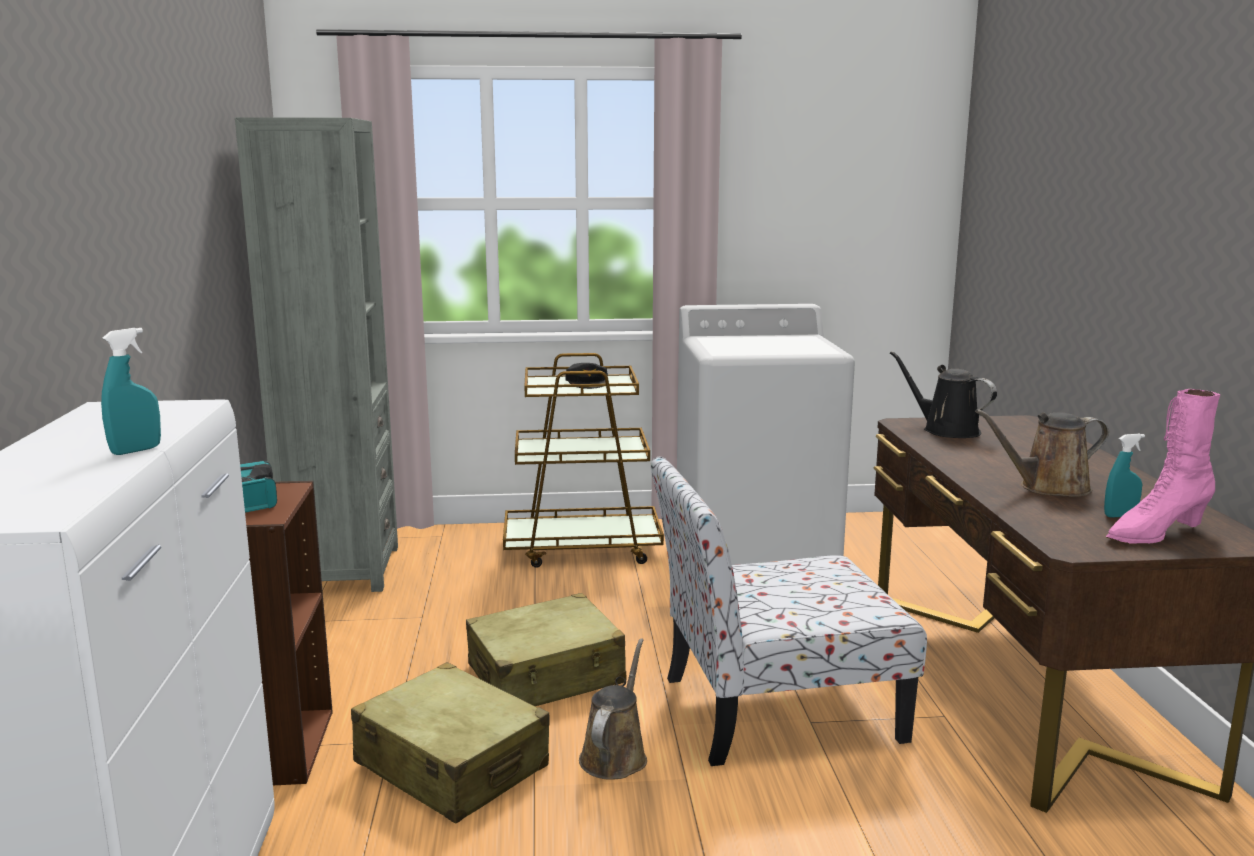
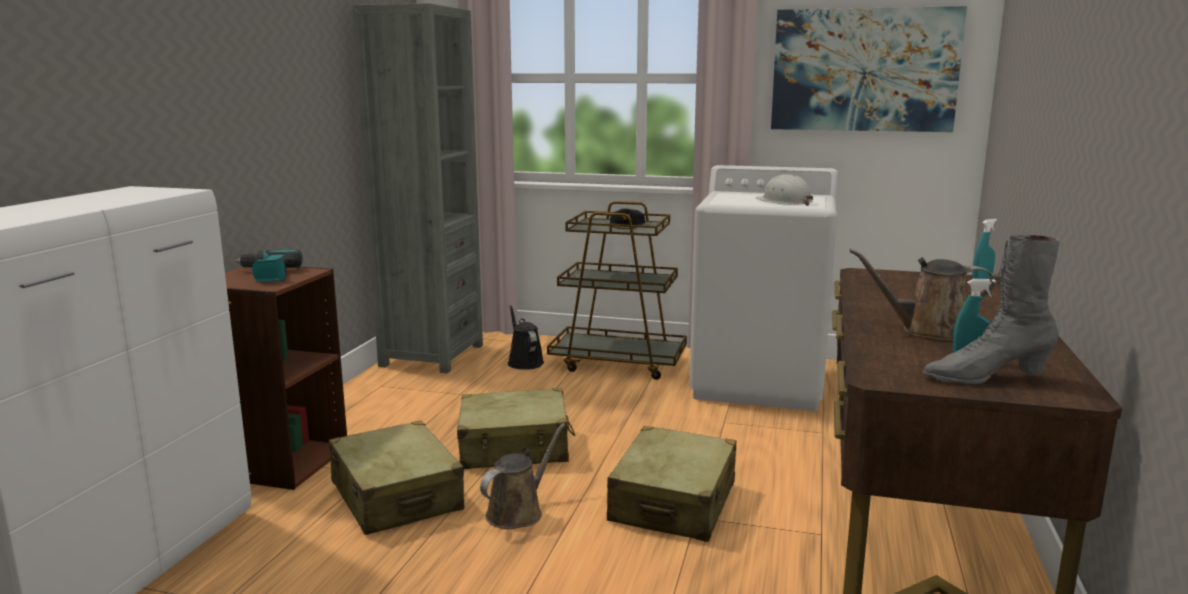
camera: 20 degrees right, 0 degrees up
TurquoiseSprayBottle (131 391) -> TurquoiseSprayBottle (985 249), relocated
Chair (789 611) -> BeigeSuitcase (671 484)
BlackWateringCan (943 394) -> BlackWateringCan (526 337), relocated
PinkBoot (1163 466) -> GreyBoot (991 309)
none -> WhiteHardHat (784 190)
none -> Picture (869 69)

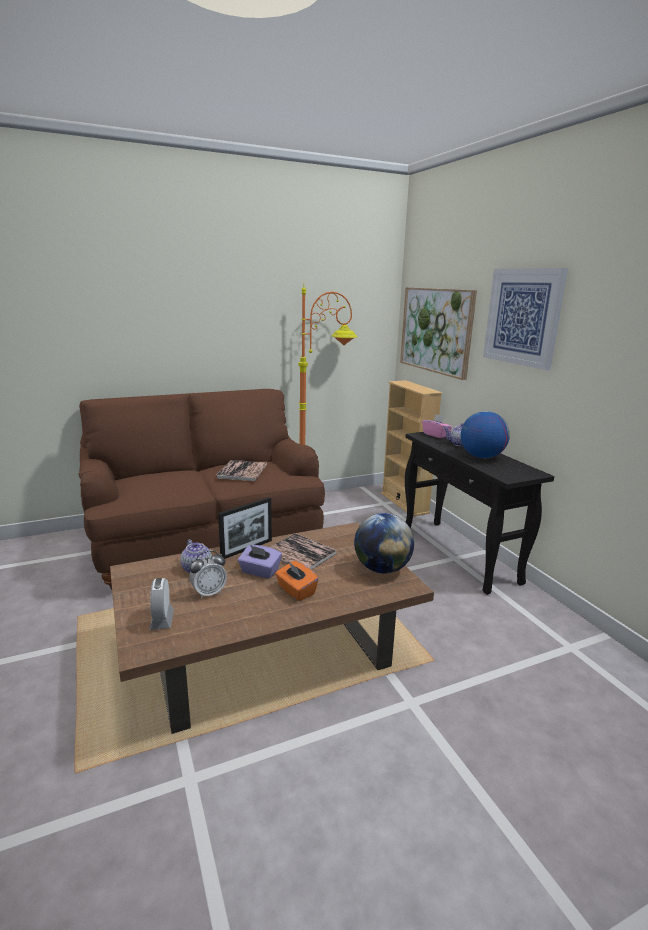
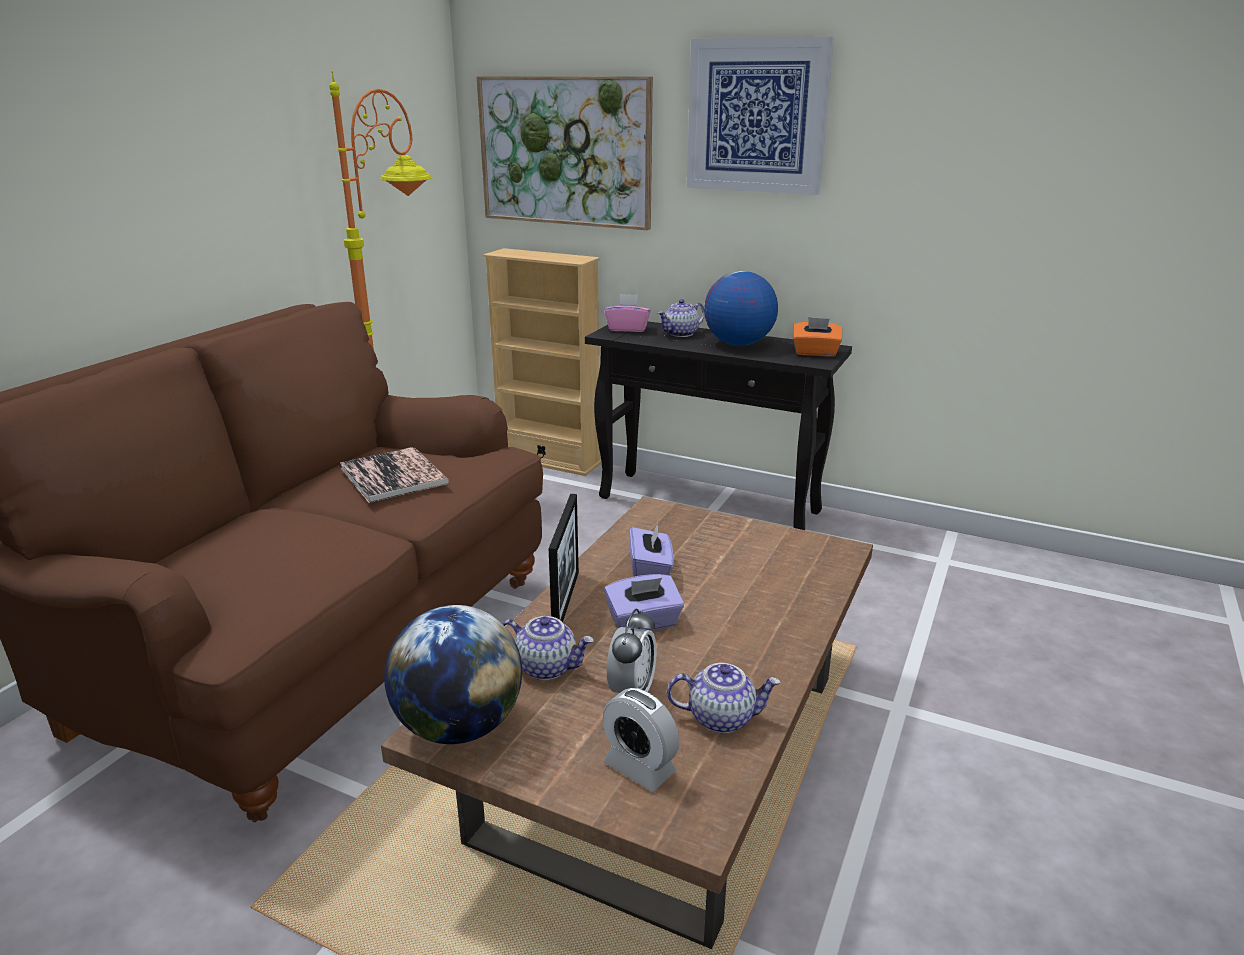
camera: 40 degrees left, 5 degrees up
Book (303 551) -> PurpleTissueBox (651 550)
OrangeTissueBox (297 581) -> OrangeTissueBox (817 337), relocated
Globe (384 543) -> Globe (453 674), relocated
none -> Teapot (723 698)

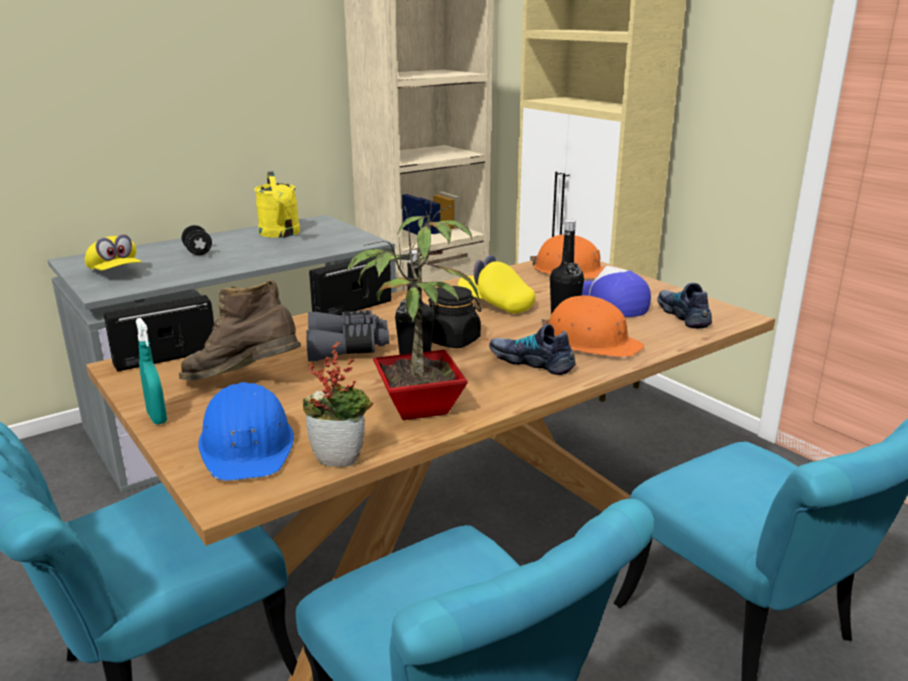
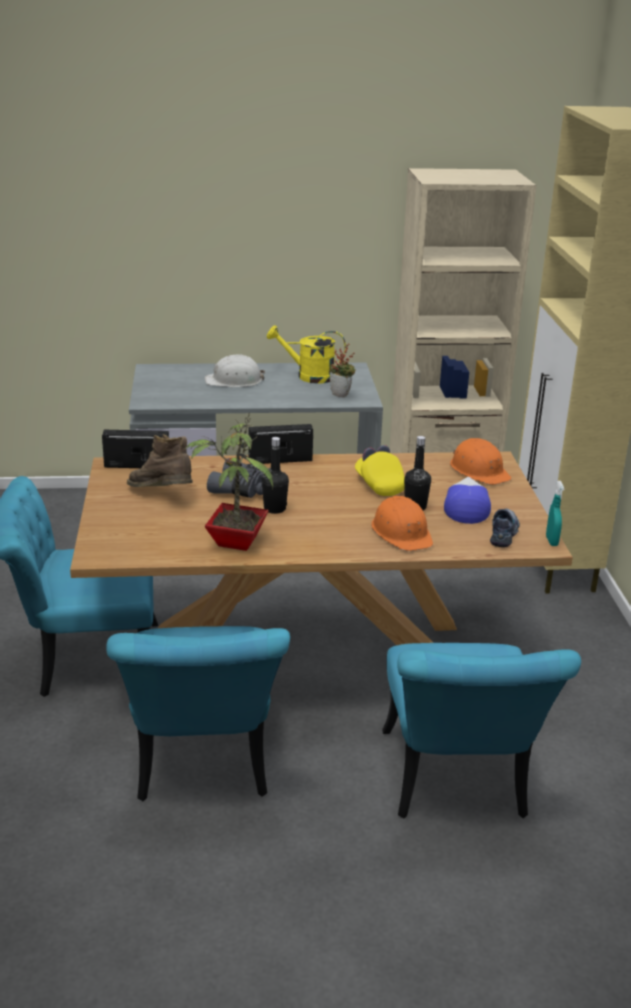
camera: 30 degrees right, 5 degrees up
YellowCap (113 252) -> none
TurquoiseSprayBottle (151 371) -> TurquoiseSprayBottle (555 513), relocated
BlackDumbbell (197 240) -> WhiteHardHat (235 370)
BlueHardHat (246 431) -> none
YellowWateringCan (277 205) -> YellowWateringCan (306 354), 90 degrees clockwise
PottedPlant (338 404) -> PottedPlant (342 370), relocated
BlackJar (454 317) -> none
Shoe (532 349) -> none

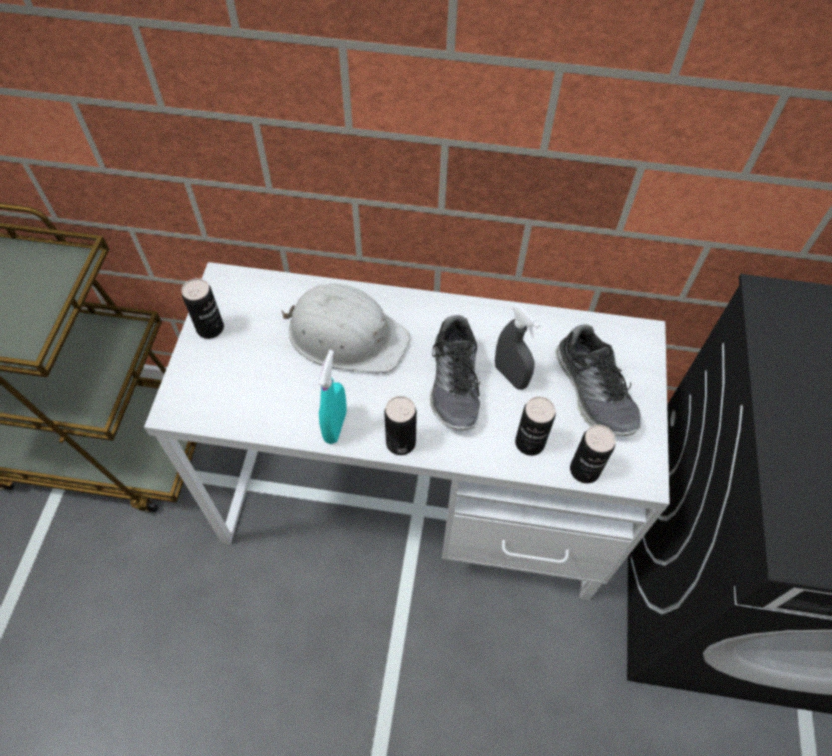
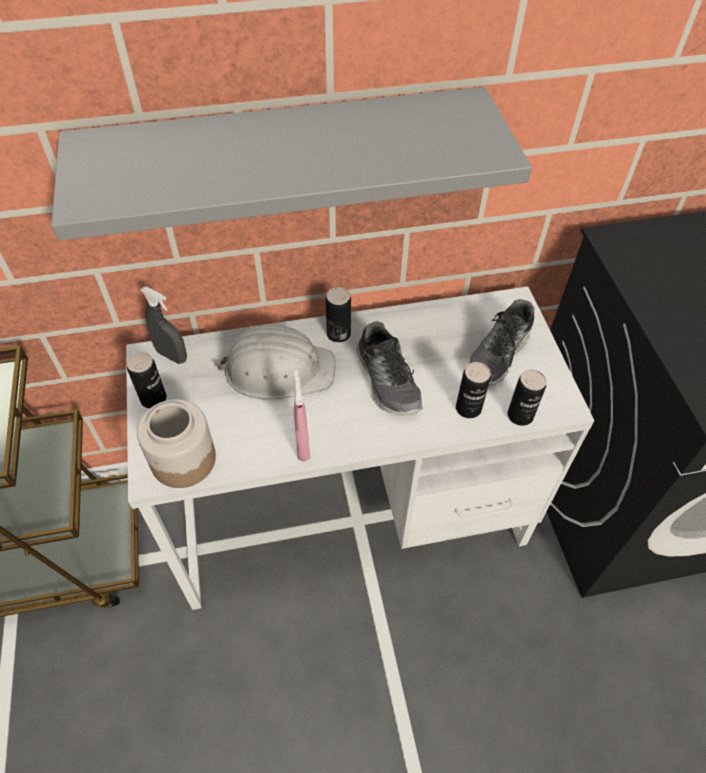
camera: 20 degrees left, 5 degrees down
TurquoiseSprayBottle (332 397) -> PinkSprayBottle (301 416)
Can (400 425) -> Can (338 314), relocated
GreySprayBottle (517 347) -> GreySprayBottle (164 325), relocated
Shoe (598 380) -> Shoe (501 342), 75 degrees clockwise
none -> GreyShelf (291 164)
none -> Jar (176 443)

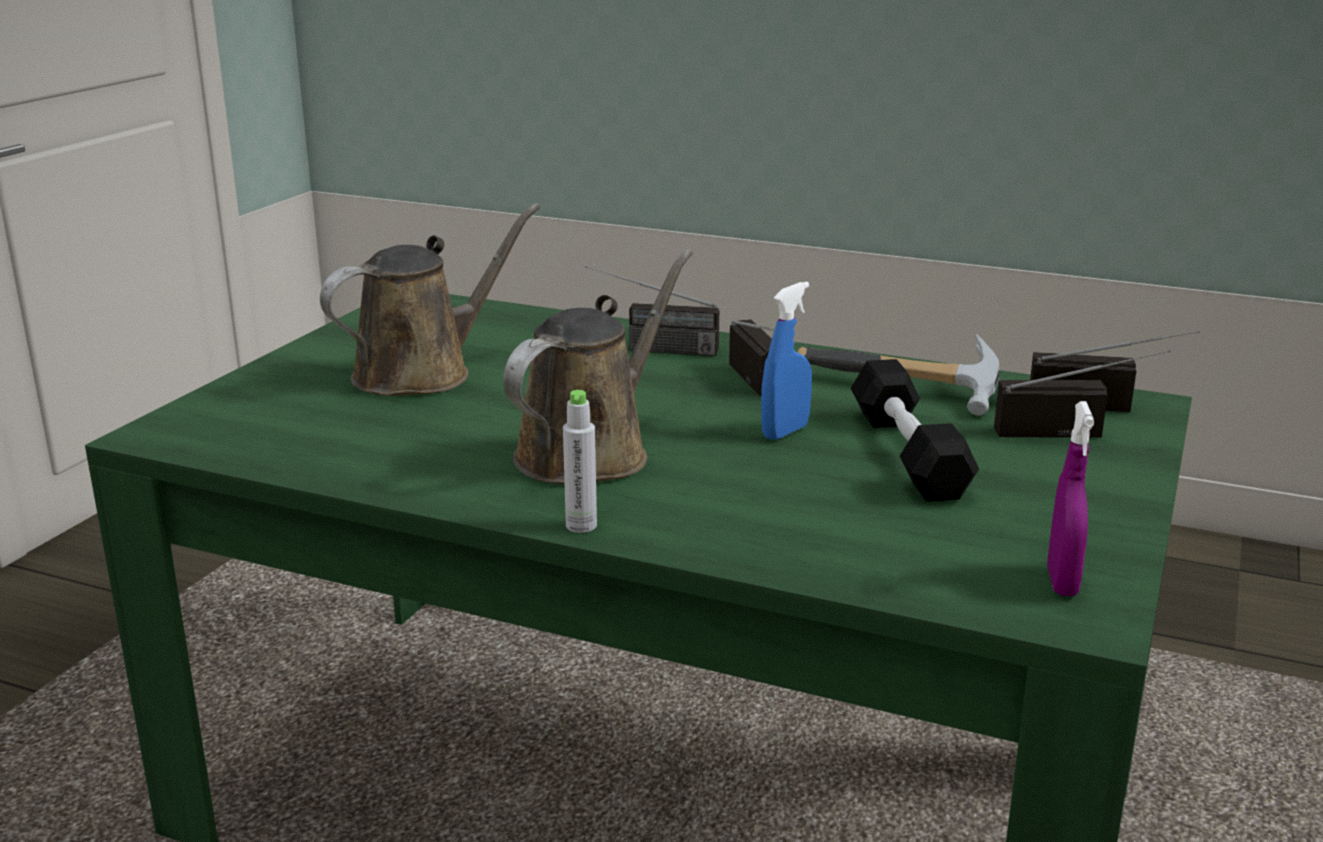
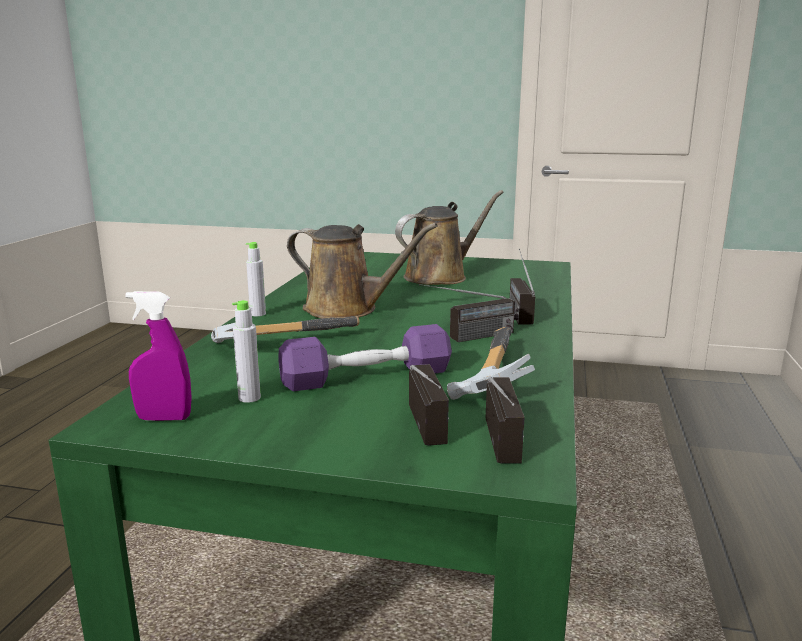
camera: 80 degrees right, 5 degrees down
BrownWateringCan (430 299) -> BrownWateringCan (449 237), 75 degrees counterclockwise
BlueSprayBottle (786 360) -> none
BlackDumbbell (915 430) -> PurpleDumbbell (365 357)
none -> Hammer (285 329)
none -> GreyBottle (246 351)

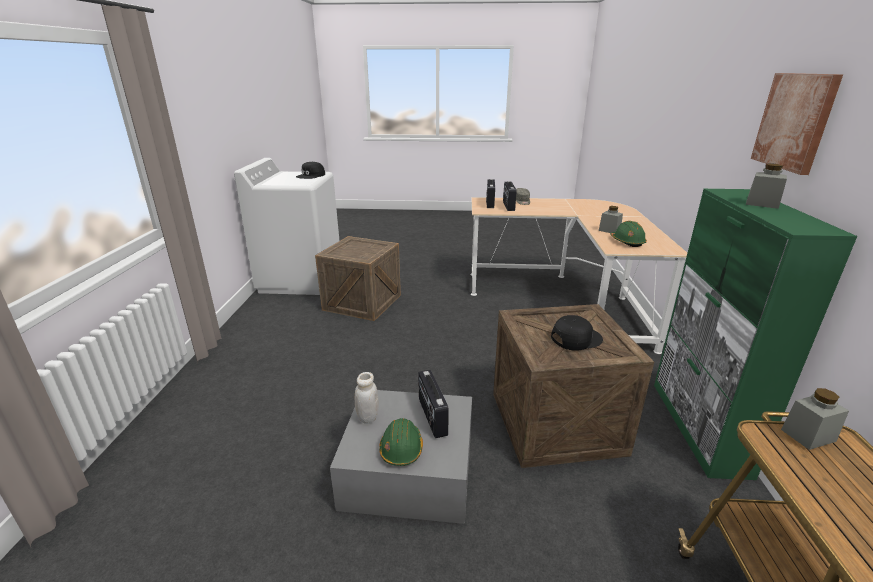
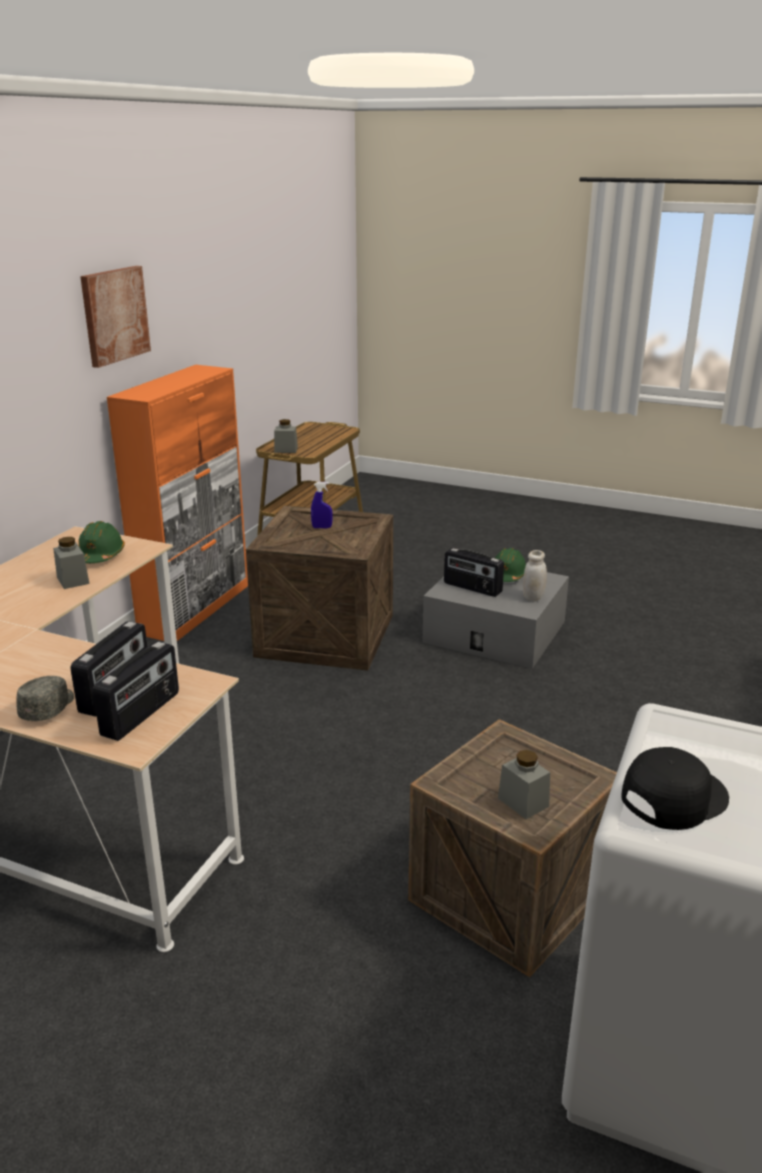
camera: 160 degrees left, 0 degrees up
Radio (433 404) -> Radio (474 572), 120 degrees clockwise
BlackCap (577 333) -> BlueSprayBottle (322 505)
GreenCabinet (756 334) -> OrangeCabinet (177 503)
GreyJar (766 186) -> GreyJar (524 784), relocated

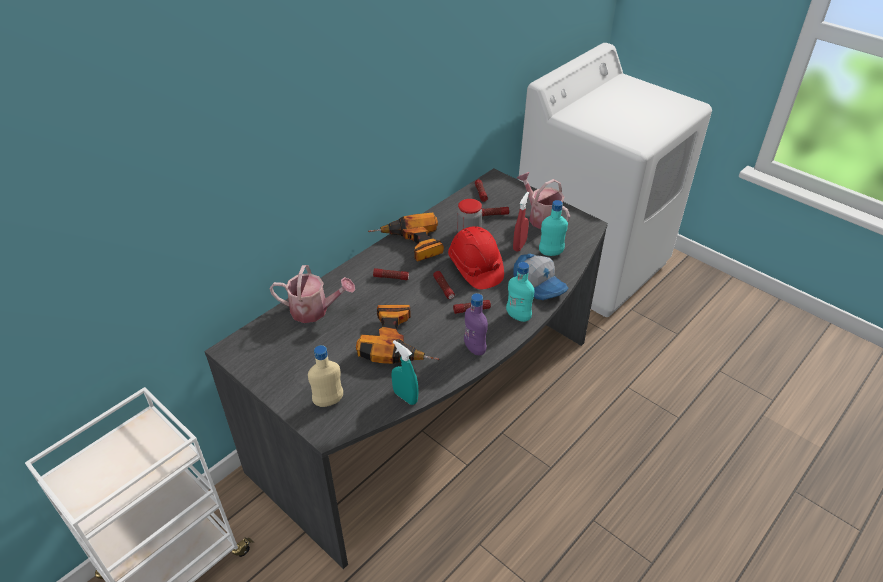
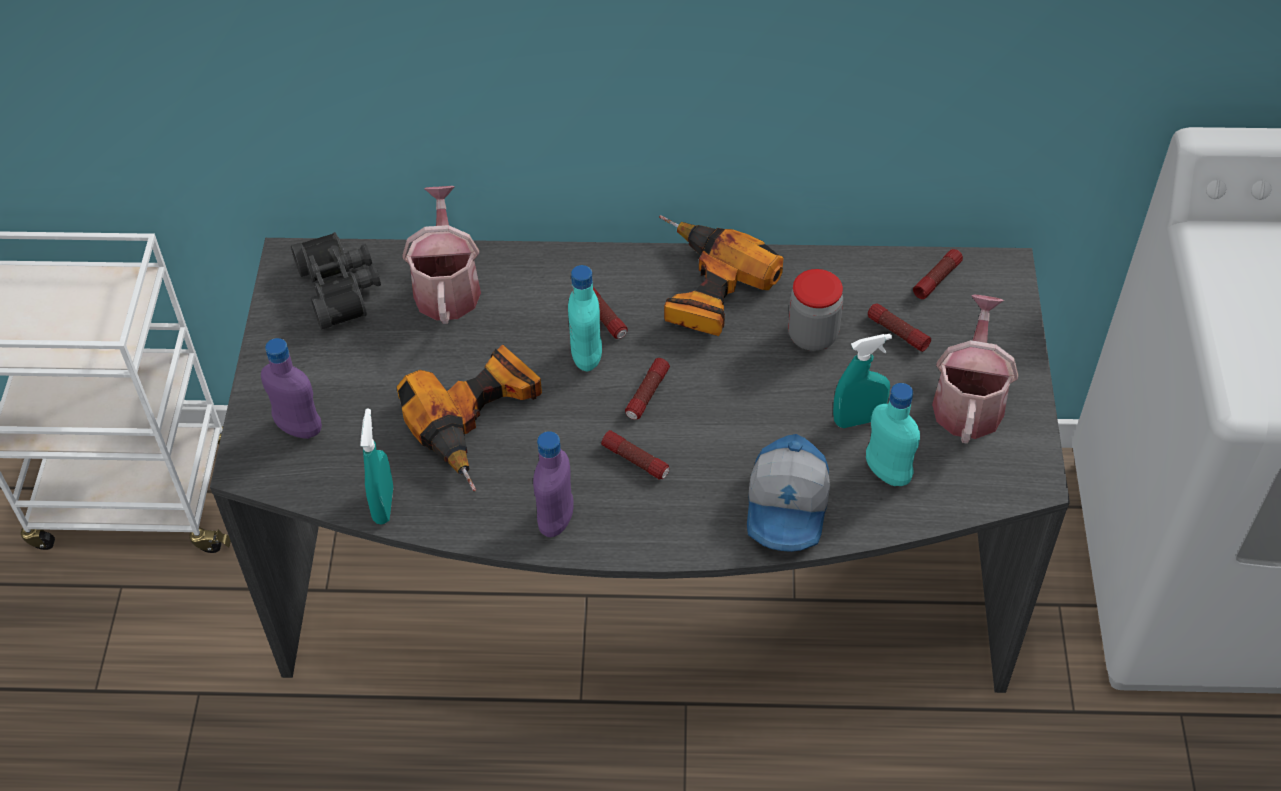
camera: 50 degrees right, 10 degrees up
WateringCan (312 294) -> WateringCan (441 255), 150 degrees counterclockwise
BeigeBottle (325 376) -> PurpleBottle (291 388)
RedHardHat (476 257) -> none
TurquoiseBottle (520 292) -> TurquoiseBottle (585 318), relocated
RedSprayBottle (521 222) -> TurquoiseSprayBottle (862 381)
none -> BlackBinoculars (336 281)

